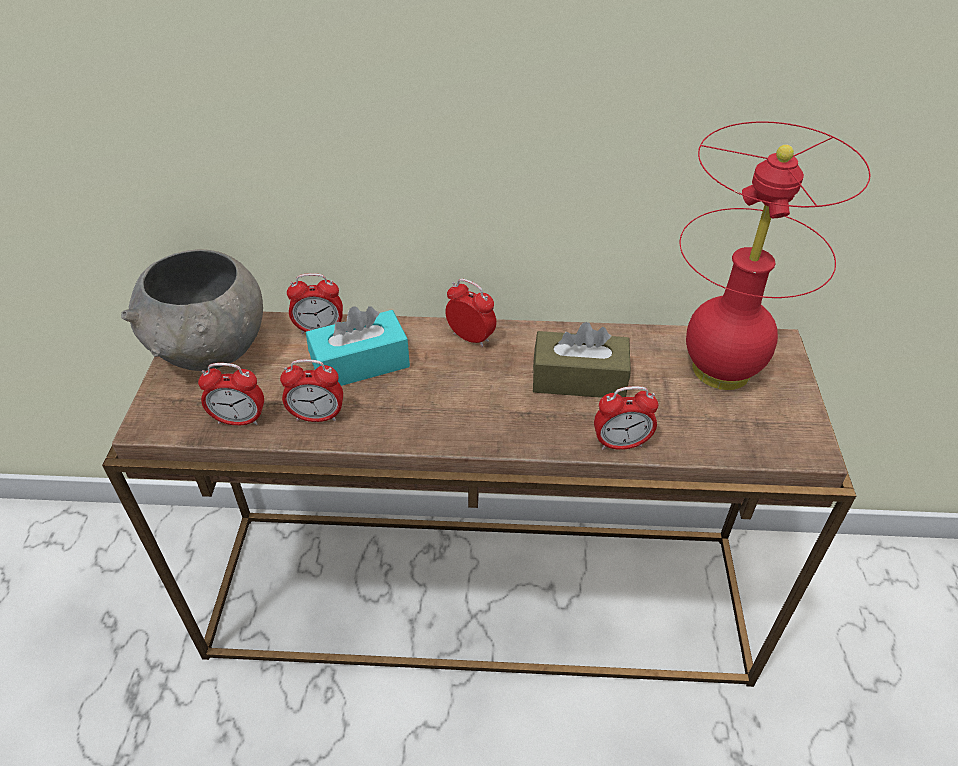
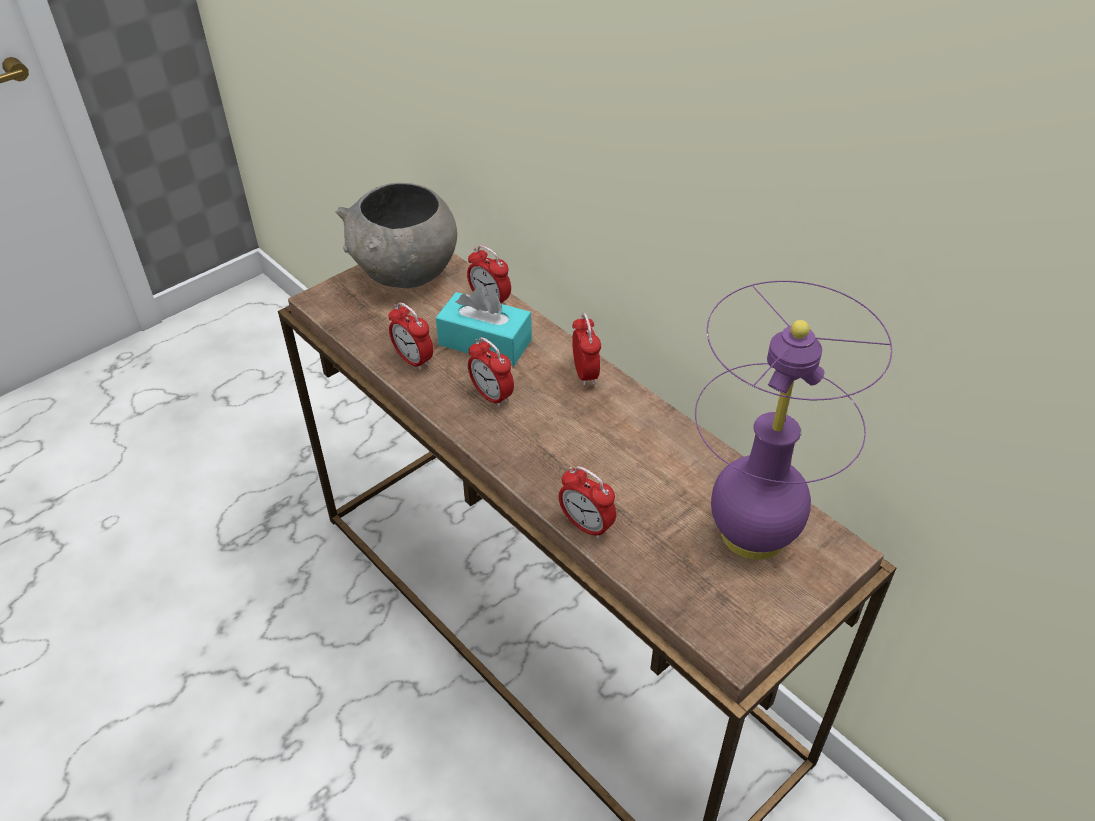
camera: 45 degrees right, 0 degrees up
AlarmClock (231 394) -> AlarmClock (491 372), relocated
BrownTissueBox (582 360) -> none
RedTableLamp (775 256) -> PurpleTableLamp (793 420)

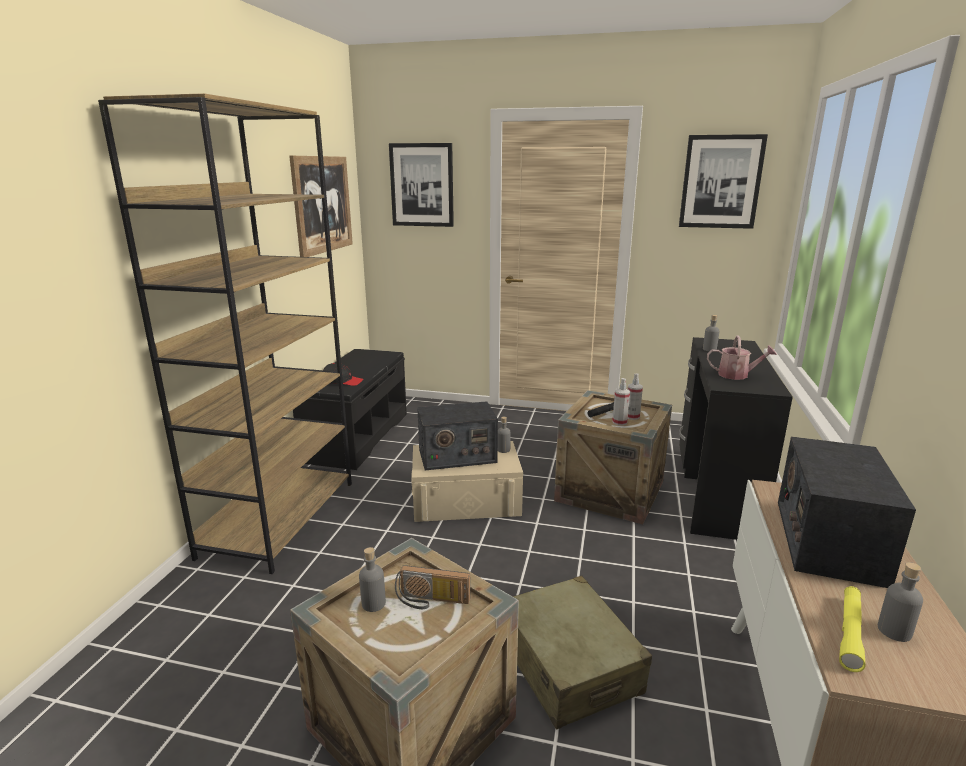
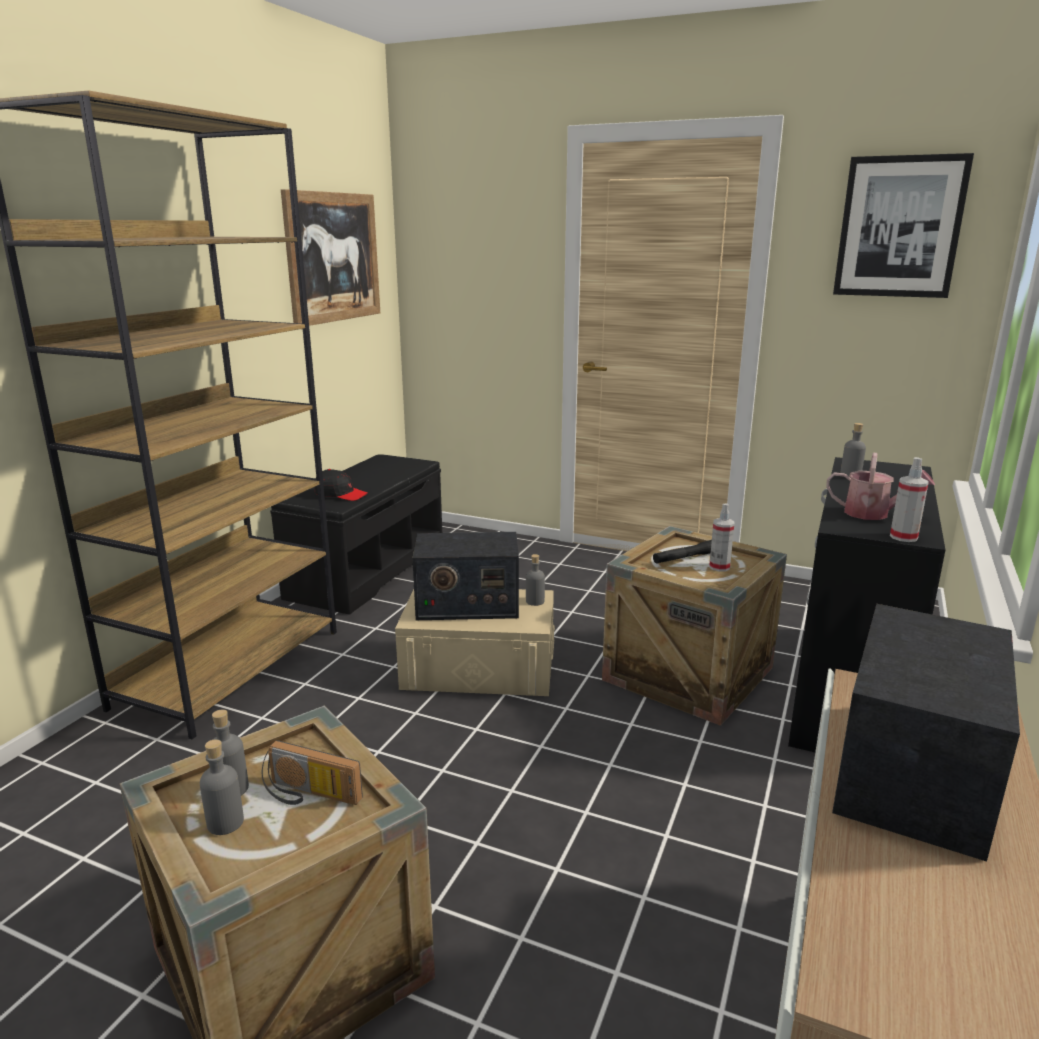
camera: 10 degrees right, 0 degrees up
Picture (421 185) -> none
BeigeSuitcase (582 653) -> none
SprayBottle (621 402) -> SprayBottle (909 499), relocated
YellowFlashlight (852 629) -> none
GreyBottle (900 602) -> GreyBottle (222 787), relocated

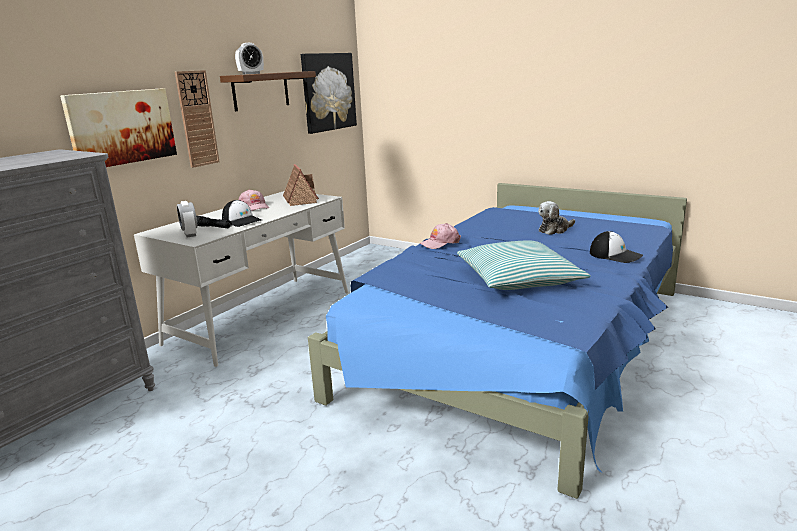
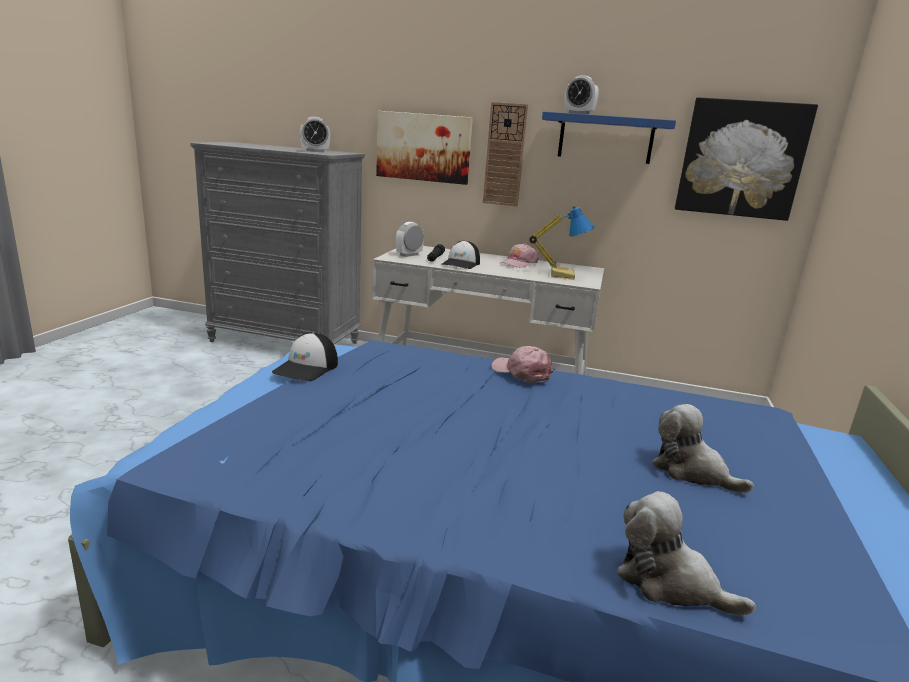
camera: 70 degrees right, 0 degrees up
BrownShelf (268 91) -> BlueShelf (609 138)
ToyHouse (301 185) -> TableLamp (562 242)
Pillow (524 265) -> none
Cap (616 247) -> Cap (305 356), relocated
none -> AlarmClock (315 134)
none -> PlushToy (686 553)

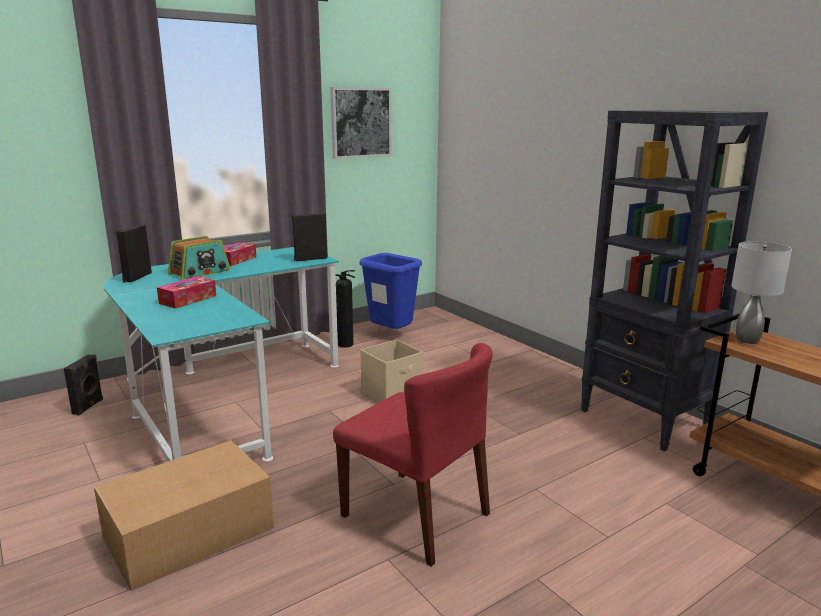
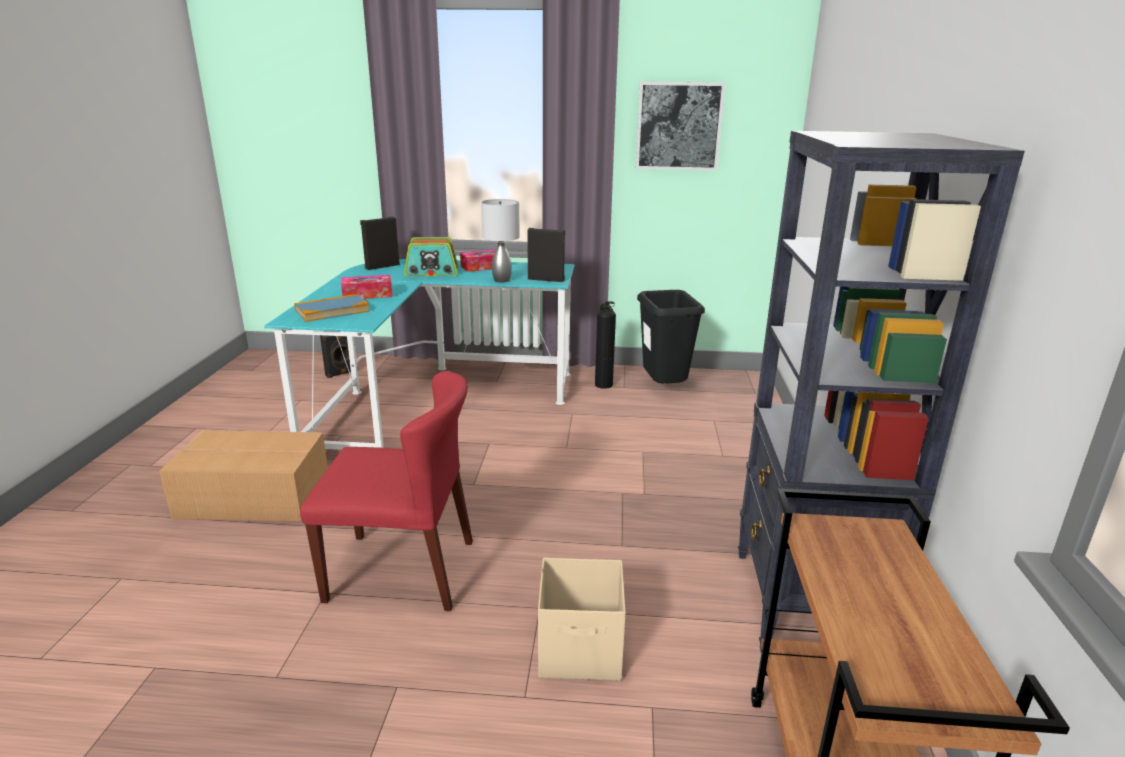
camera: 40 degrees right, 5 degrees up
RedChair (413 455) -> RedChair (386 491), 75 degrees counterclockwise
BlueTrashCan (391 291) -> BlackTrashCan (671 337)
BeigeStorageBox (391 371) -> BeigeStorageBox (582 619), relocated
GreyTableLamp (761 292) -> GreyTableLamp (500 240), relocated
none -> Book (332 308)

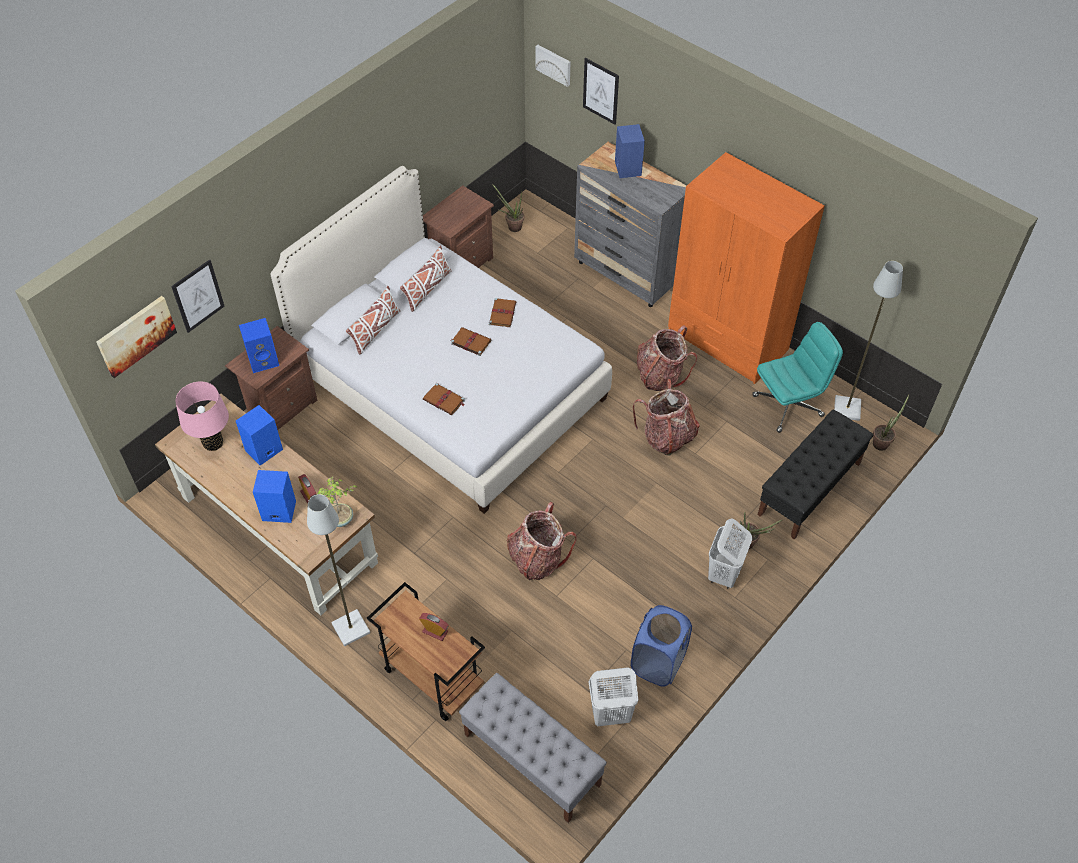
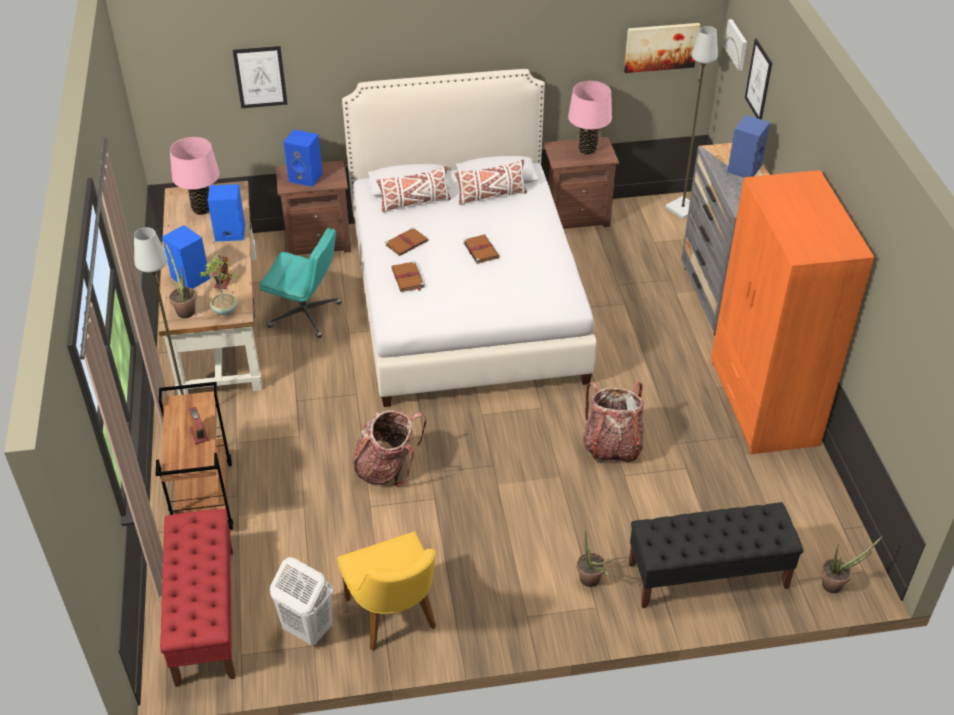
camera: 40 degrees right, 10 degrees down
Picture (137 337) -> Picture (662 48), relocated
GreyBench (533 748) -> RedBench (197 598)
BrownBook (502 312) -> BrownBook (406 241), relocated
PottedPlant (508 208) -> PottedPlant (180 280), relocated
BlueLaundryBasket (661 646) -> YellowChair (386 591)
Backpack (667 358) -> none
WhiteLaundryBasket (730 553) -> none
TurquoiseOfficeChair (797 377) -> TurquoiseOfficeChair (300 283), relocated
GreyFloorLamp (868 341) -> GreyFloorLamp (691 122), relocated
none -> PinkTableLamp (590 118)

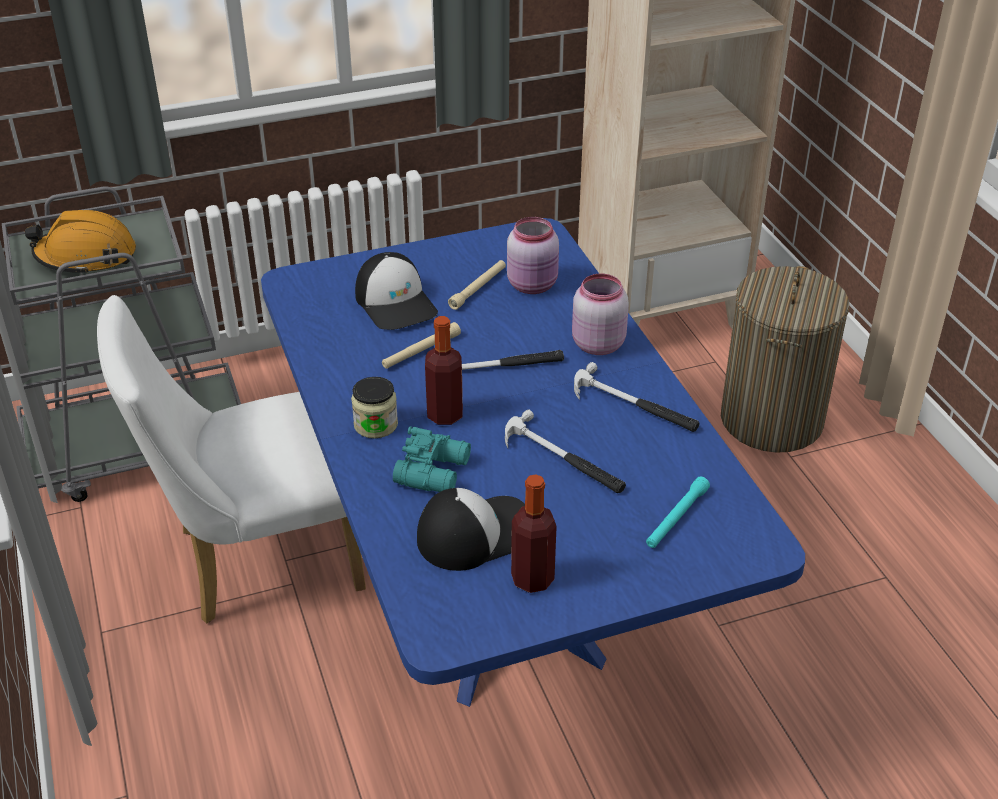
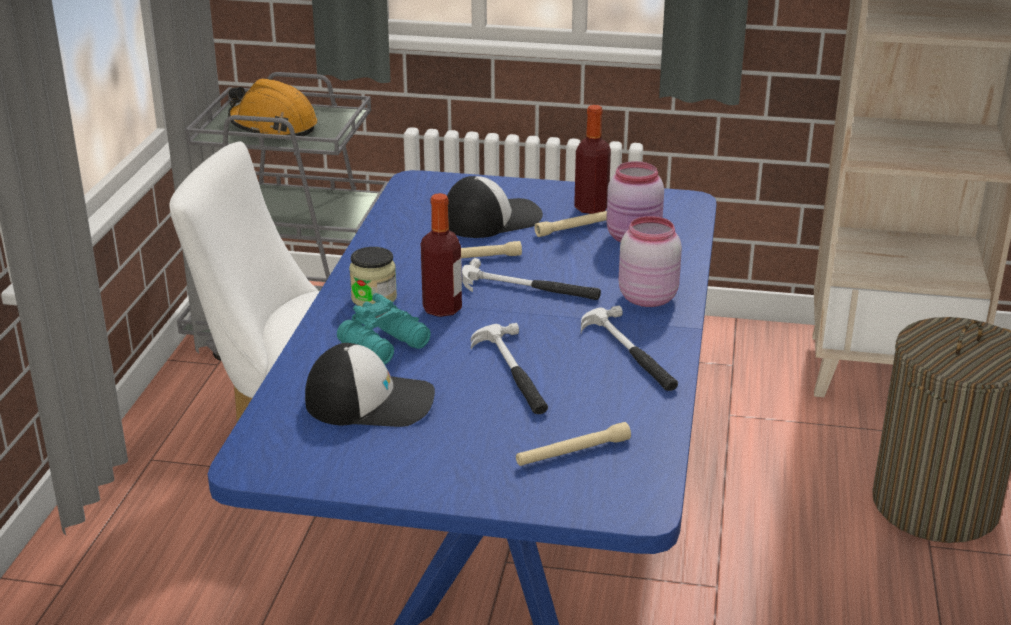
camera: 30 degrees right, 10 degrees down
Cap (396 291) -> Cap (495 207), 120 degrees counterclockwise
Bottle (534 533) -> Bottle (592 159), relocated
TurquoiseFlashlight (678 512) -> BeigeFlashlight (573 444)

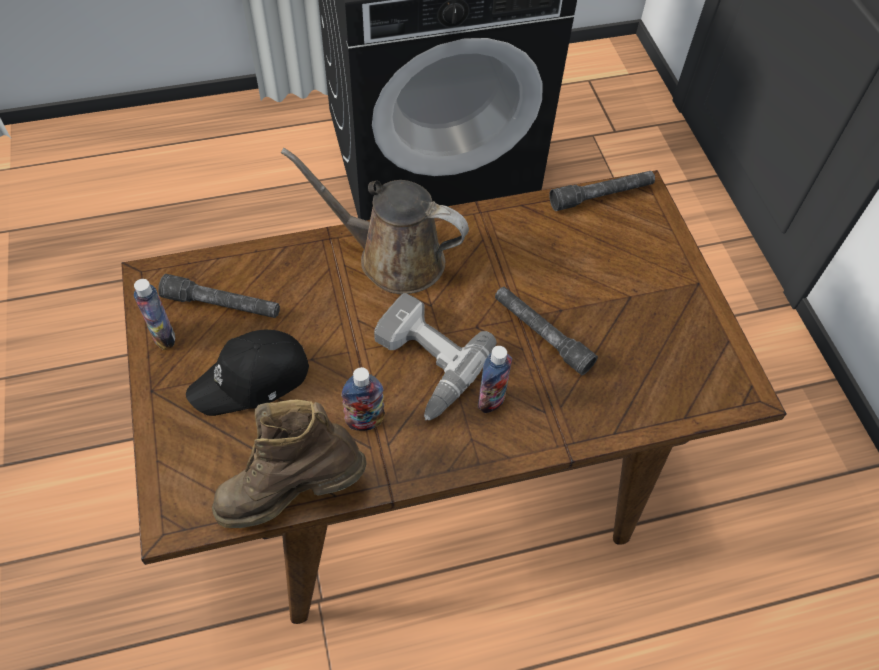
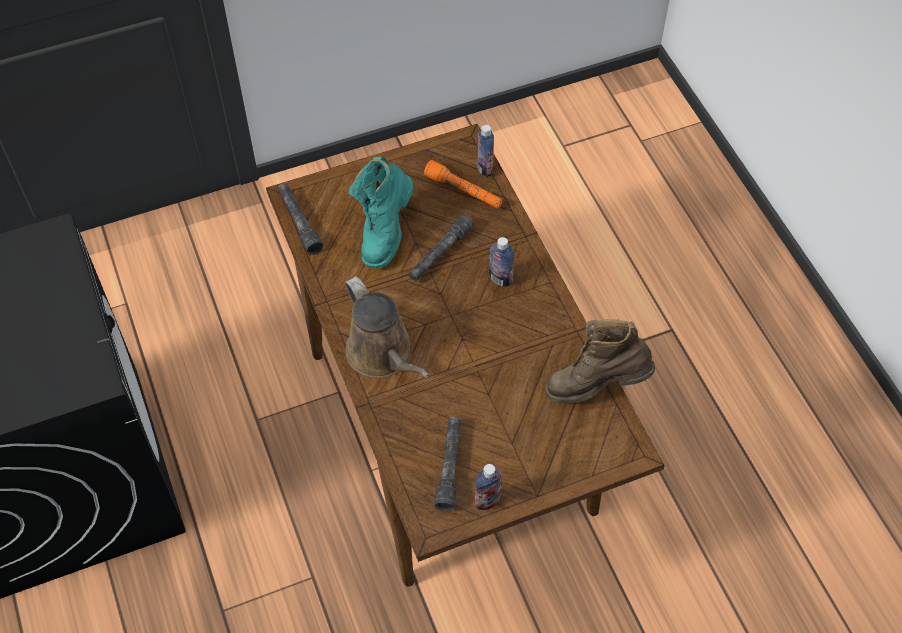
camera: 95 degrees left, 0 degrees up
BlackCap (247 373) -> none
BrownBoot (289 464) -> BrownBoot (600 361), 105 degrees clockwise
BrownWateringCan (375 221) -> BrownWateringCan (387 327), 45 degrees counterclockwise
Bottle (363 399) -> Bottle (485 151), relocated
PowerDrill (435 356) -> none
none -> TurquoiseBoot (381 212)
none -> OrangeFlashlight (463 184)

